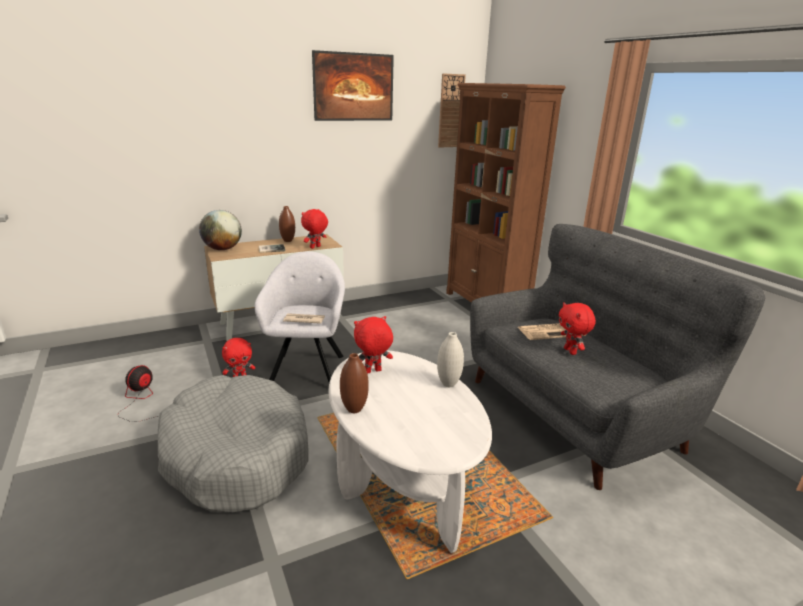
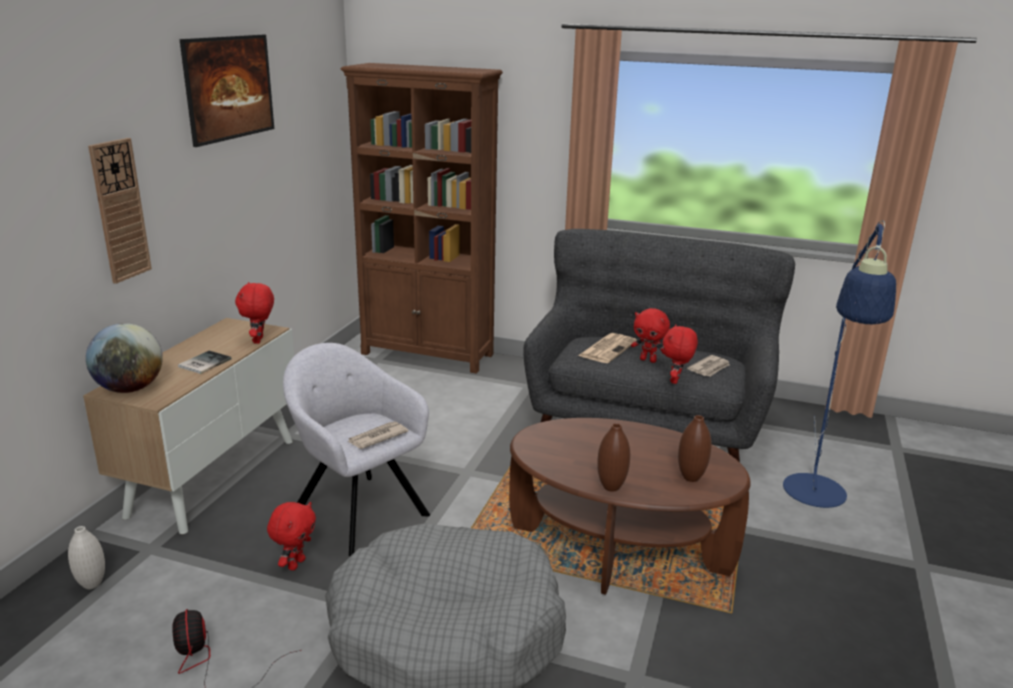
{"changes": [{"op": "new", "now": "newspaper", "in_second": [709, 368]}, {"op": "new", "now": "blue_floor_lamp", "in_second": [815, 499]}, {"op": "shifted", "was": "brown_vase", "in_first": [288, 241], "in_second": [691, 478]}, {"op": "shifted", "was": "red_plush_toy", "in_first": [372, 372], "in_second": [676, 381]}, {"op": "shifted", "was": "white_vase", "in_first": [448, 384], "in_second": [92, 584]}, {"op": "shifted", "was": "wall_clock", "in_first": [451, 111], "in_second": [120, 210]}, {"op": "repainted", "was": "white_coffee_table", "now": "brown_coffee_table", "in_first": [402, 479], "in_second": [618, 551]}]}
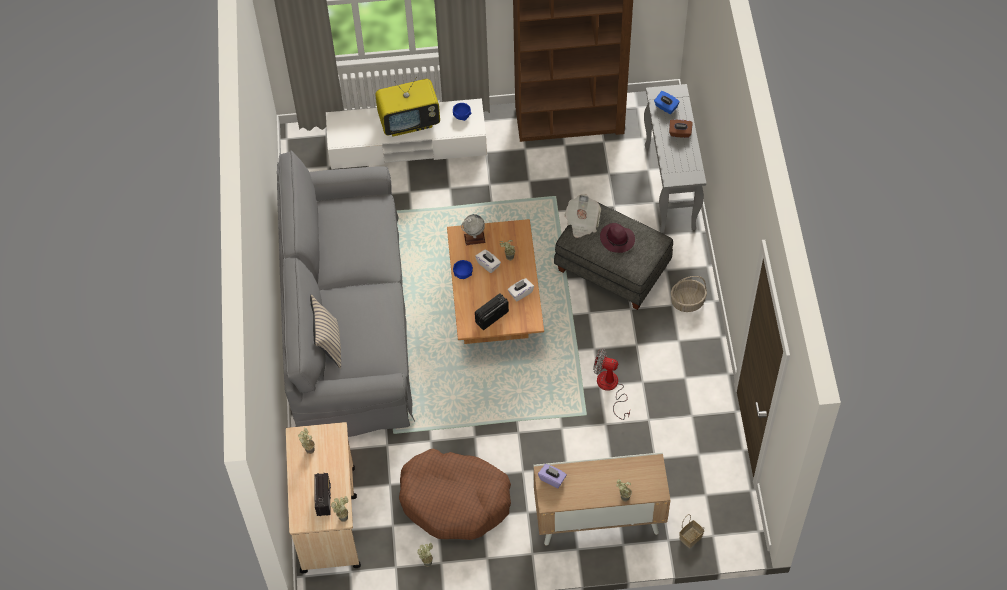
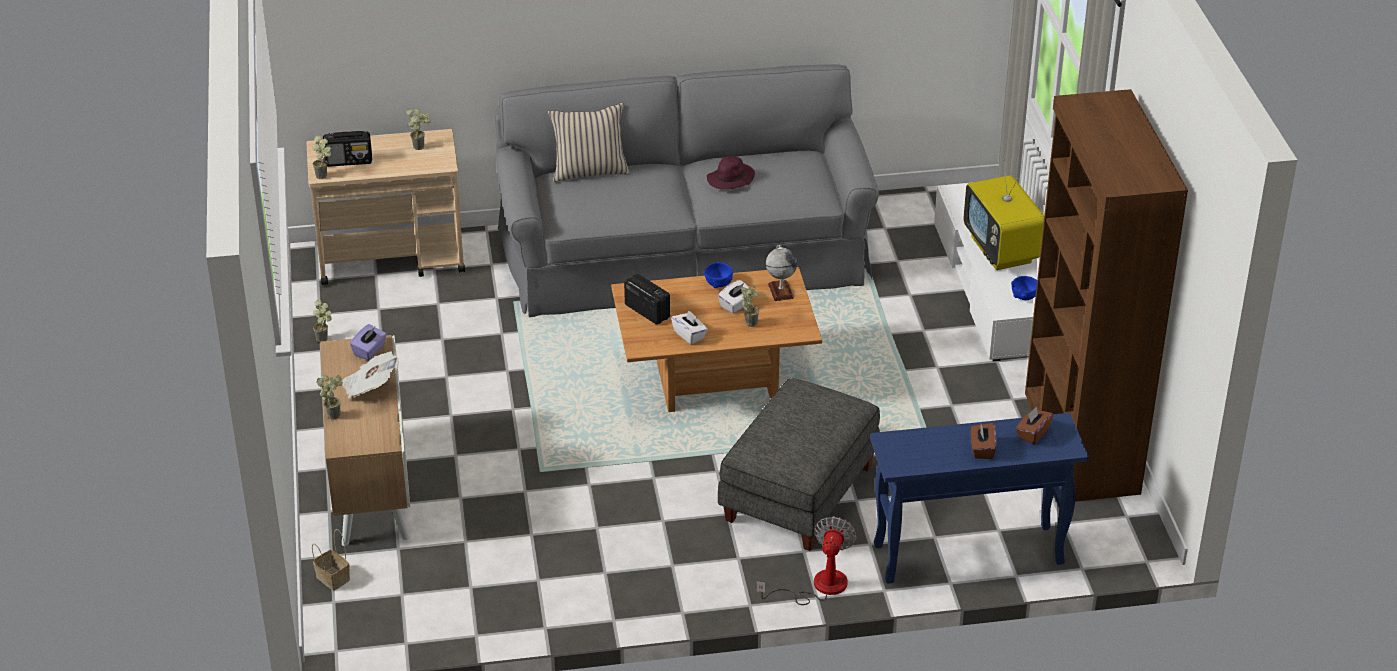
{"changes": [{"op": "gone", "was": "brown_dog_bed", "in_first": [455, 500]}, {"op": "gone", "was": "basket", "in_first": [687, 302]}, {"op": "shifted", "was": "newspaper", "in_first": [582, 222], "in_second": [370, 387]}, {"op": "shifted", "was": "fan", "in_first": [610, 388], "in_second": [818, 586]}, {"op": "shifted", "was": "purple_hat", "in_first": [617, 239], "in_second": [730, 180]}, {"op": "repainted", "was": "grey_console_table", "now": "blue_console_table", "in_first": [670, 188], "in_second": [966, 555]}, {"op": "repainted", "was": "blue_tissue_box", "now": "brown_tissue_box", "in_first": [666, 107], "in_second": [1032, 434]}]}
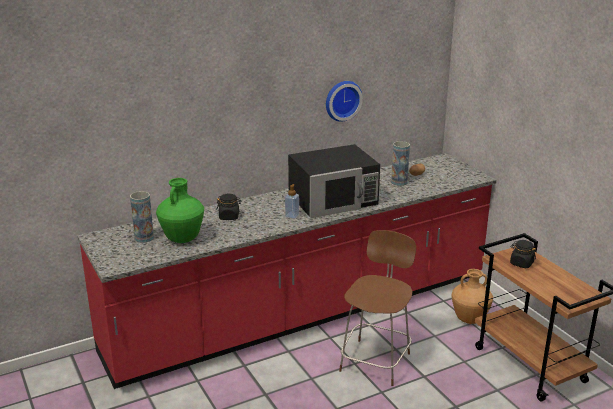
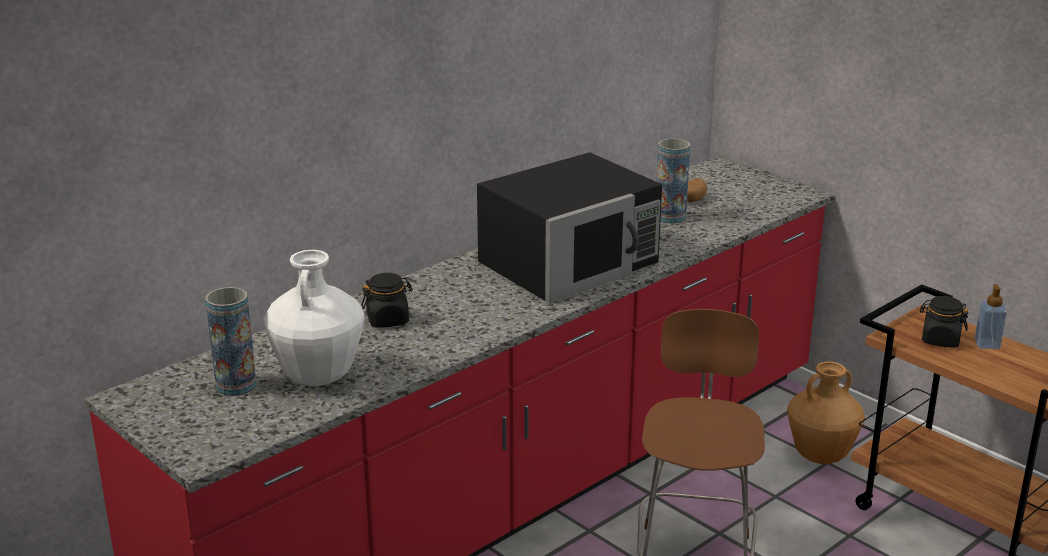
{"changes": [{"op": "gone", "was": "wall_clock", "in_first": [342, 100]}, {"op": "shifted", "was": "soap_dispenser", "in_first": [292, 215], "in_second": [987, 344]}, {"op": "repainted", "was": "green_vase", "now": "white_vase", "in_first": [182, 239], "in_second": [318, 377]}]}
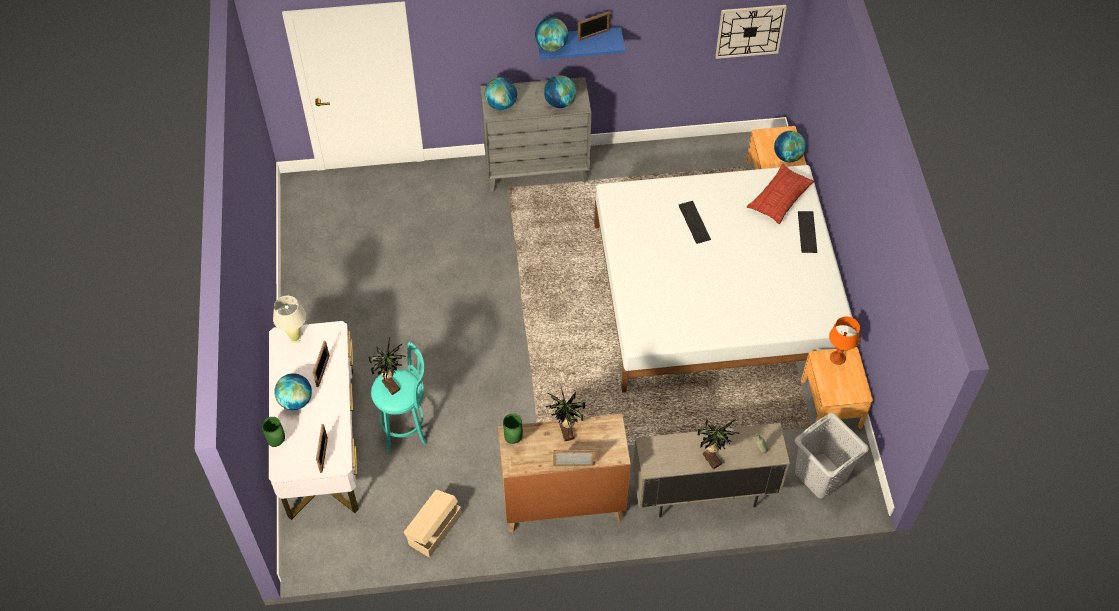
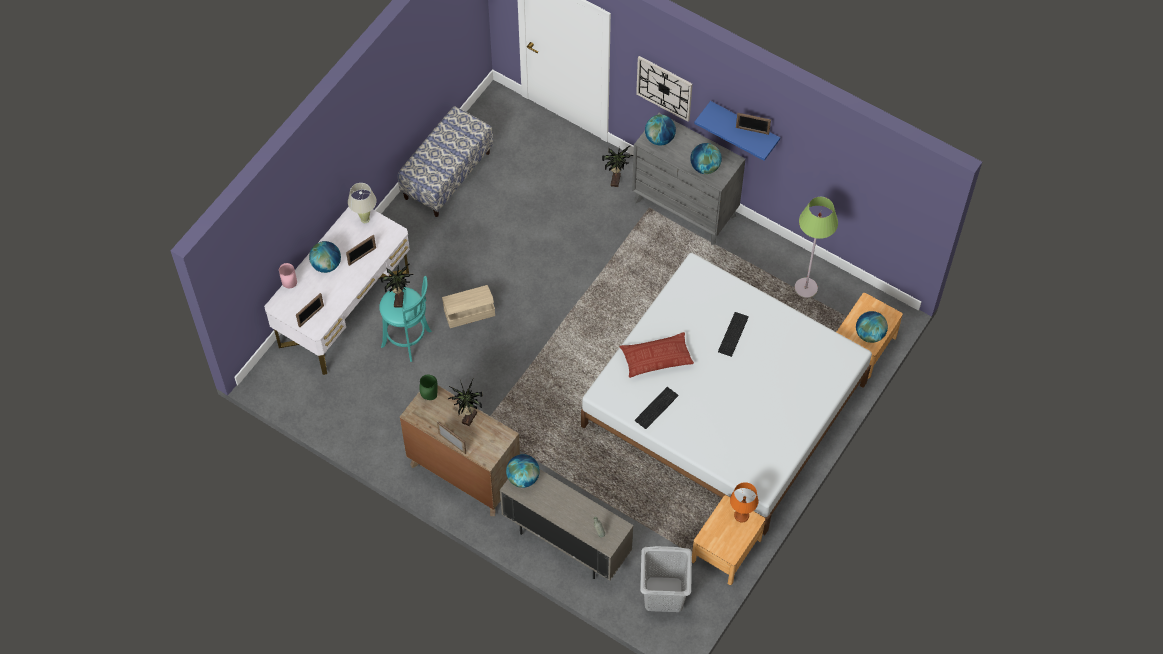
{"changes": [{"op": "new", "now": "bench", "in_second": [447, 175]}, {"op": "new", "now": "green_floor_lamp", "in_second": [806, 288]}, {"op": "shifted", "was": "beige_storage_box", "in_first": [434, 529], "in_second": [468, 312]}, {"op": "shifted", "was": "globe", "in_first": [551, 46], "in_second": [523, 478]}, {"op": "shifted", "was": "potted_plant", "in_first": [712, 458], "in_second": [616, 180]}, {"op": "shifted", "was": "wall_clock", "in_first": [750, 31], "in_second": [664, 88]}, {"op": "shifted", "was": "pillow", "in_first": [779, 197], "in_second": [656, 357]}, {"op": "shifted", "was": "keyboard", "in_first": [808, 232], "in_second": [657, 409]}, {"op": "repainted", "was": "green_vase", "now": "pink_vase", "in_first": [276, 442], "in_second": [289, 285]}]}
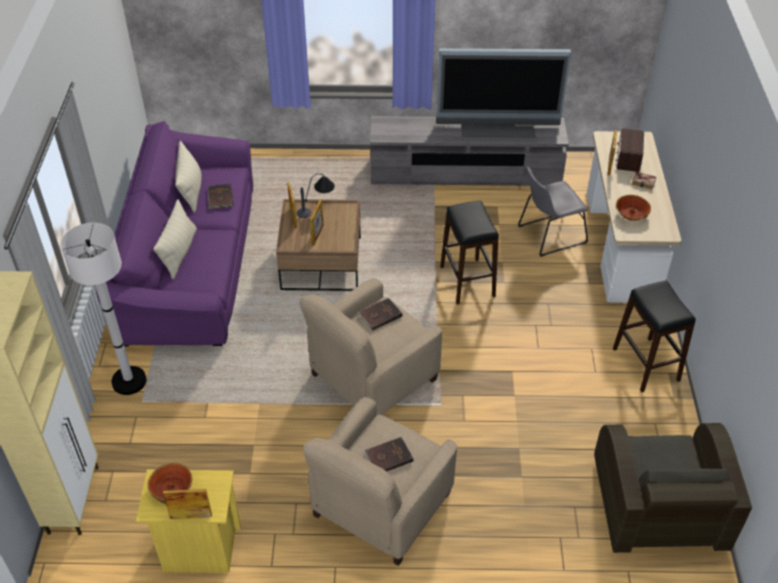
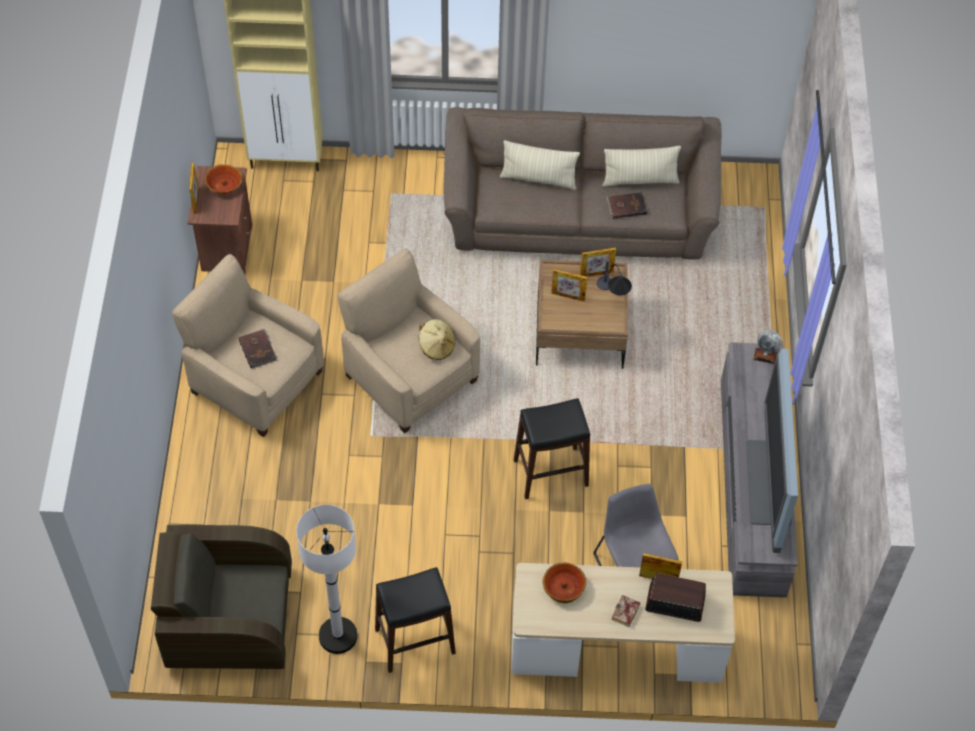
{"changes": [{"op": "new", "now": "globe", "in_second": [765, 356]}, {"op": "shifted", "was": "white_floor_lamp", "in_first": [129, 381], "in_second": [338, 636]}, {"op": "swapped", "was": "brown_book", "now": "beige_hat", "in_first": [379, 315], "in_second": [436, 346]}, {"op": "repainted", "was": "purple_sofa", "now": "brown_sofa", "in_first": [190, 263], "in_second": [578, 214]}, {"op": "repainted", "was": "yellow_nightstand", "now": "brown_nightstand", "in_first": [199, 550], "in_second": [226, 249]}]}
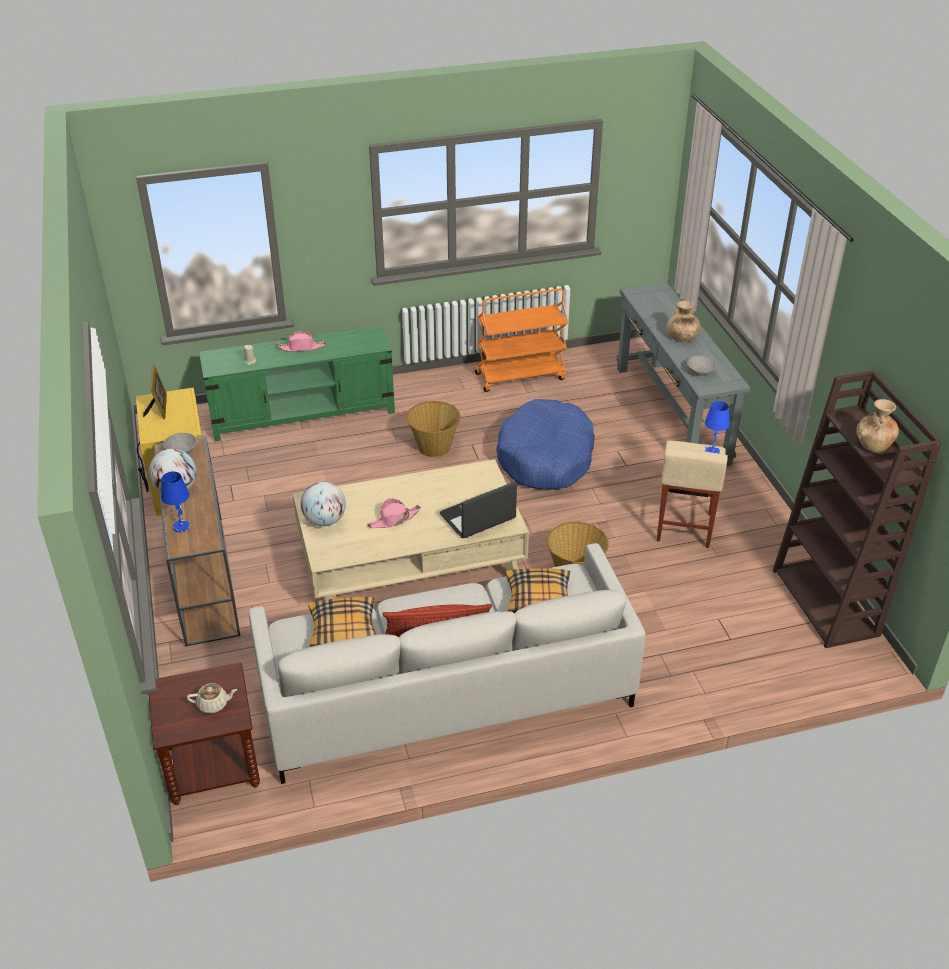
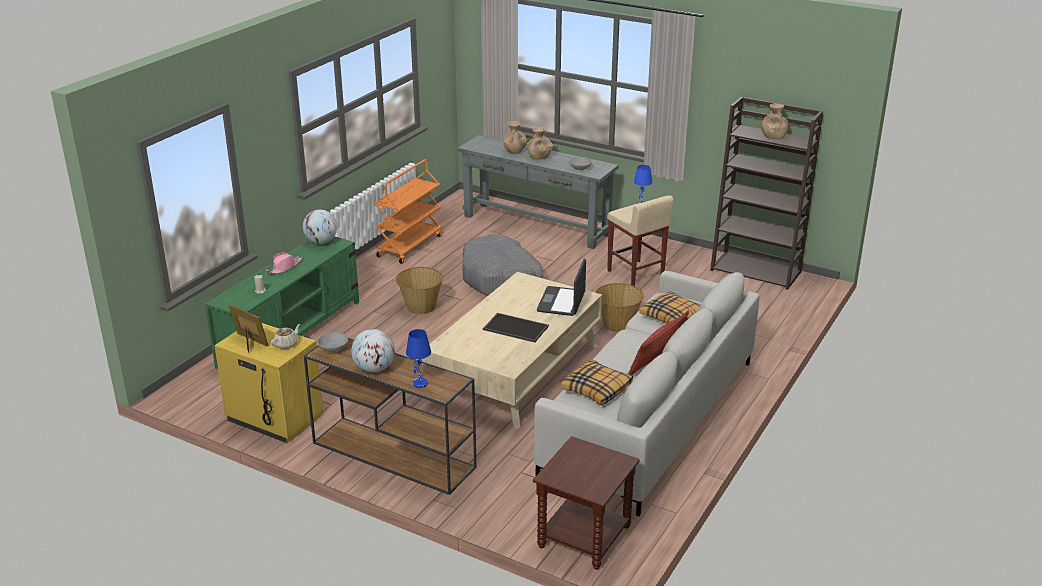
{"changes": [{"op": "new", "now": "brown_vase", "in_second": [514, 151]}, {"op": "shifted", "was": "beige_teapot", "in_first": [213, 704], "in_second": [286, 344]}, {"op": "shifted", "was": "globe", "in_first": [325, 521], "in_second": [321, 242]}, {"op": "swapped", "was": "pink_hat", "now": "tray", "in_first": [394, 519], "in_second": [514, 328]}, {"op": "repainted", "was": "blue_dog_bed", "now": "grey_dog_bed", "in_first": [545, 458], "in_second": [502, 279]}]}
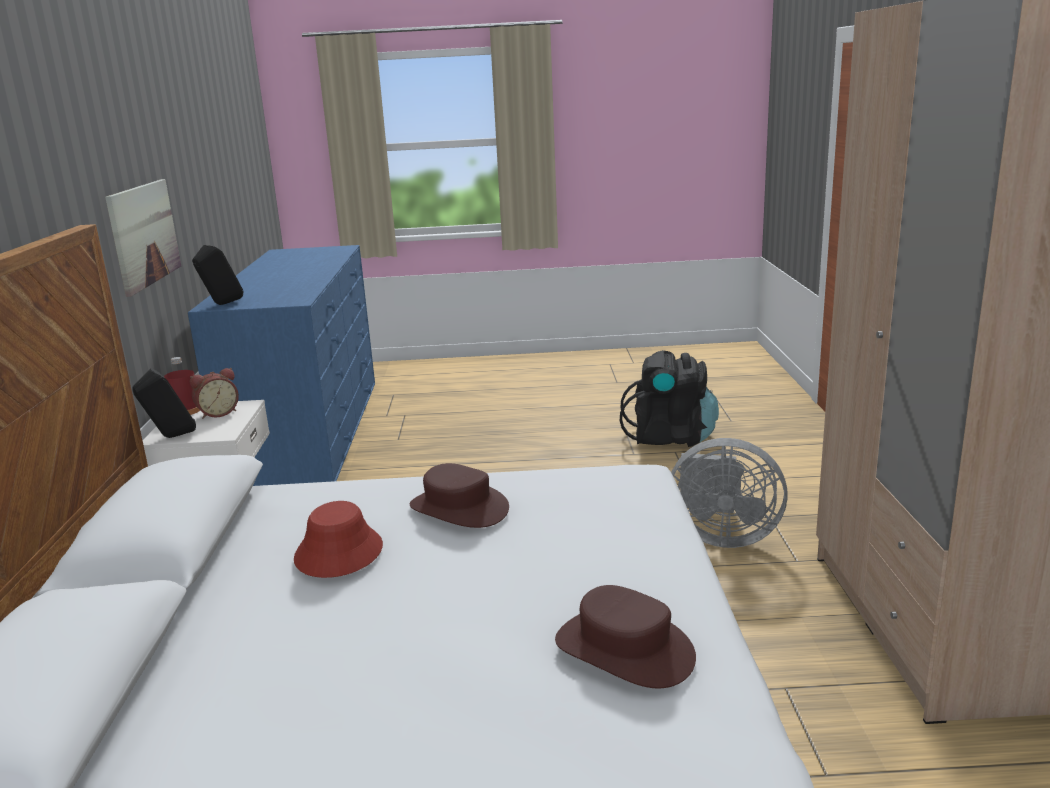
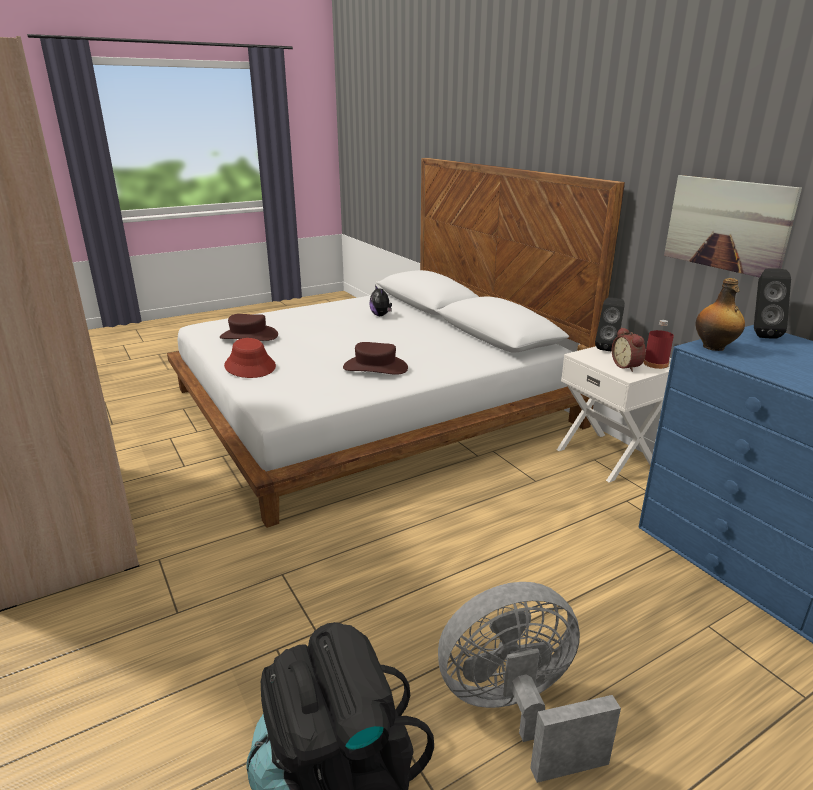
{"changes": [{"op": "new", "now": "plush_toy", "in_second": [381, 315]}, {"op": "new", "now": "bottle", "in_second": [714, 347]}, {"op": "shifted", "was": "red_hat", "in_first": [338, 553], "in_second": [250, 366]}, {"op": "shifted", "was": "grey_fan", "in_first": [721, 536], "in_second": [516, 712]}, {"op": "rotated", "was": "alarm_clock", "in_first": [218, 413], "in_second": [627, 366], "clockwise": -45}]}
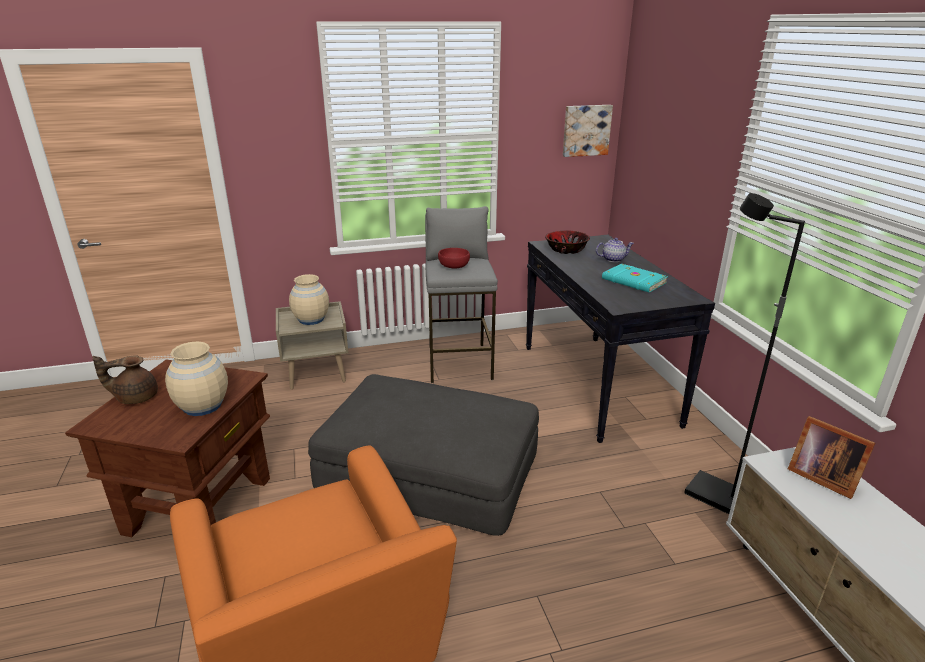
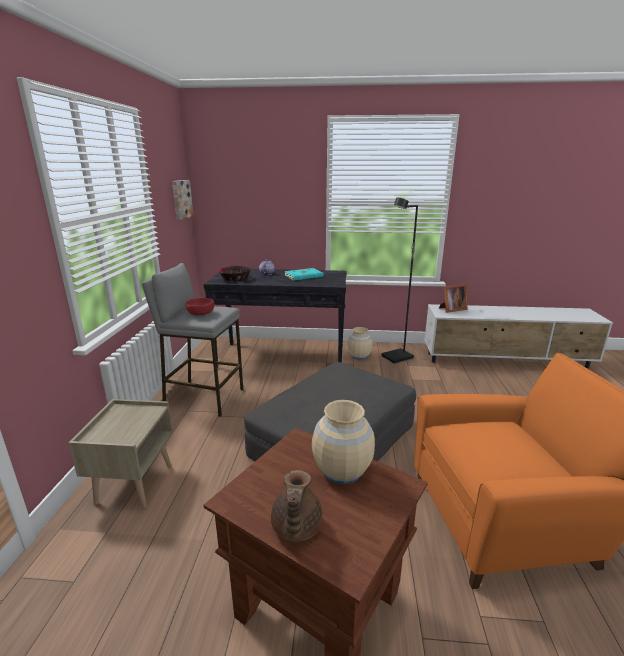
{"changes": [{"op": "shifted", "was": "beige_vase", "in_first": [311, 319], "in_second": [359, 356]}]}
